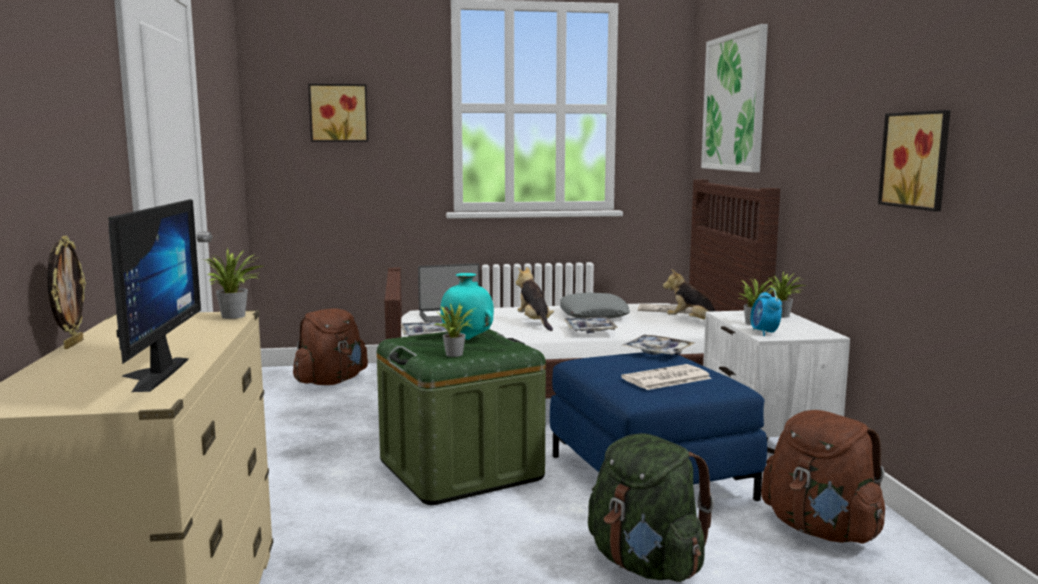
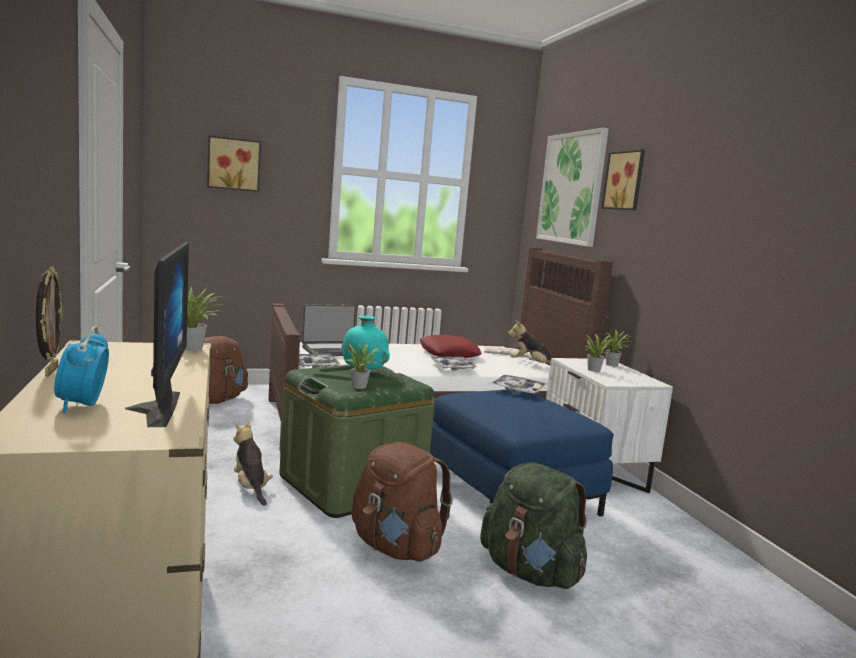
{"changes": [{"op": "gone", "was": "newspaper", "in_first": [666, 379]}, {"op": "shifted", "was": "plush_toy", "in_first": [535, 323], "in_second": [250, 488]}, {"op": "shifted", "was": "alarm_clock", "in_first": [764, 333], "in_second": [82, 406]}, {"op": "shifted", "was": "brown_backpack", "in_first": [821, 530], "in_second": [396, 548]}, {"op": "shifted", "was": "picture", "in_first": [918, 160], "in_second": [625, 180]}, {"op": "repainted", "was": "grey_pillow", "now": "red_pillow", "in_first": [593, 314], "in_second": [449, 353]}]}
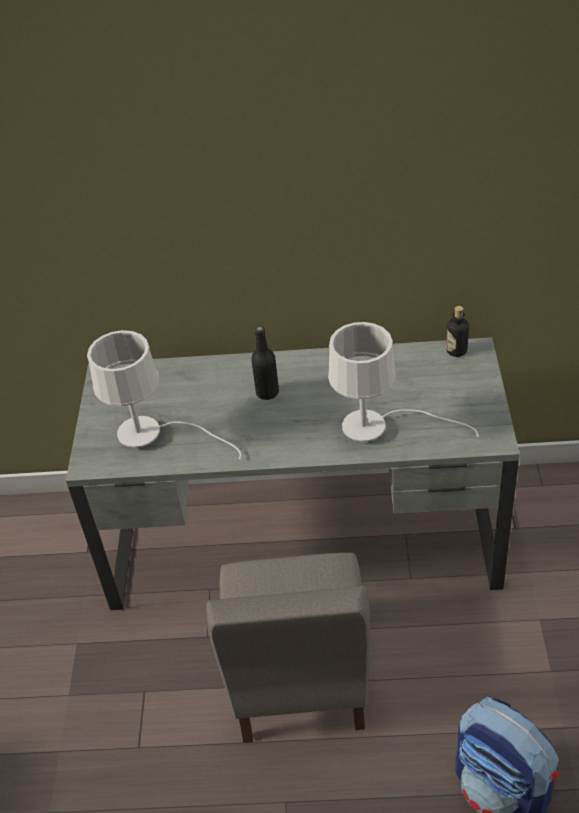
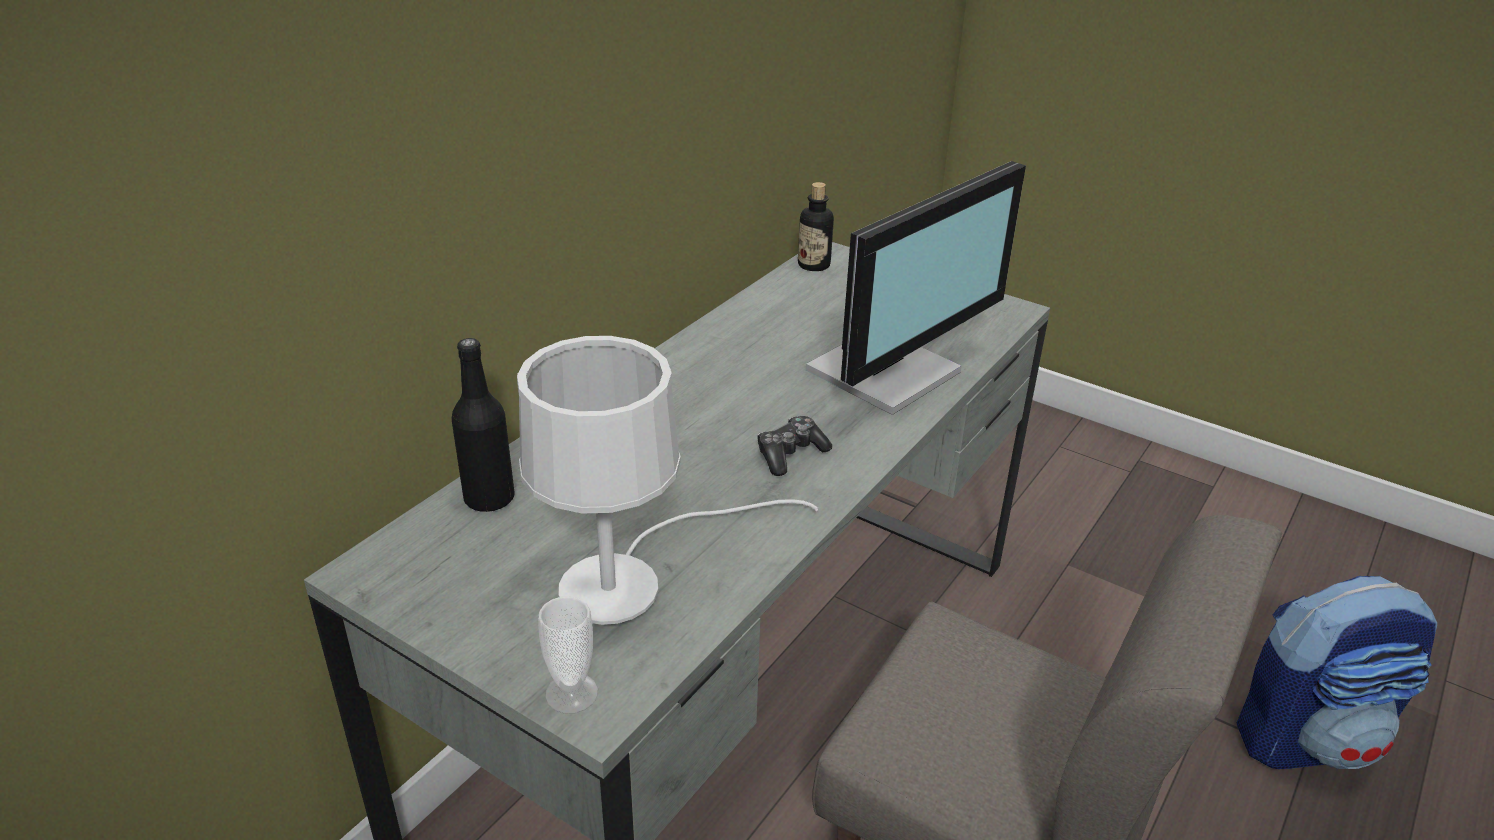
{"changes": [{"op": "new", "now": "cup", "in_second": [571, 693]}, {"op": "new", "now": "game_controller", "in_second": [790, 454]}, {"op": "shifted", "was": "black_bottle", "in_first": [267, 393], "in_second": [489, 498]}, {"op": "swapped", "was": "white_table_lamp", "now": "monitor", "in_first": [377, 428], "in_second": [890, 373]}]}
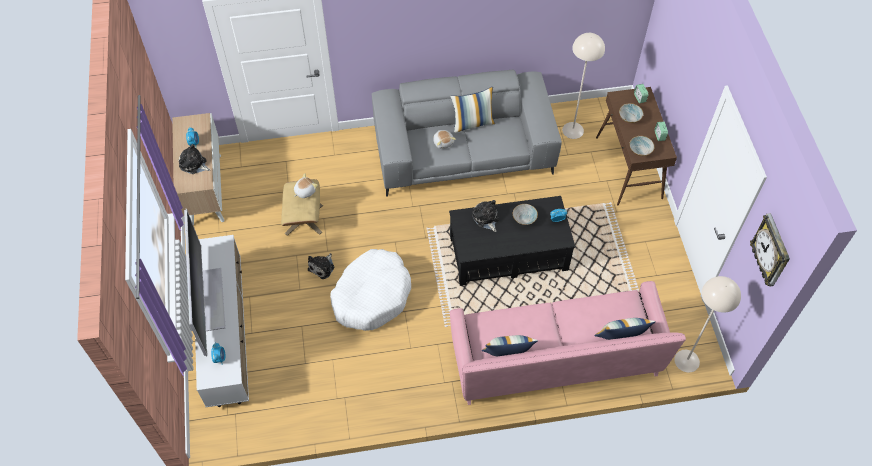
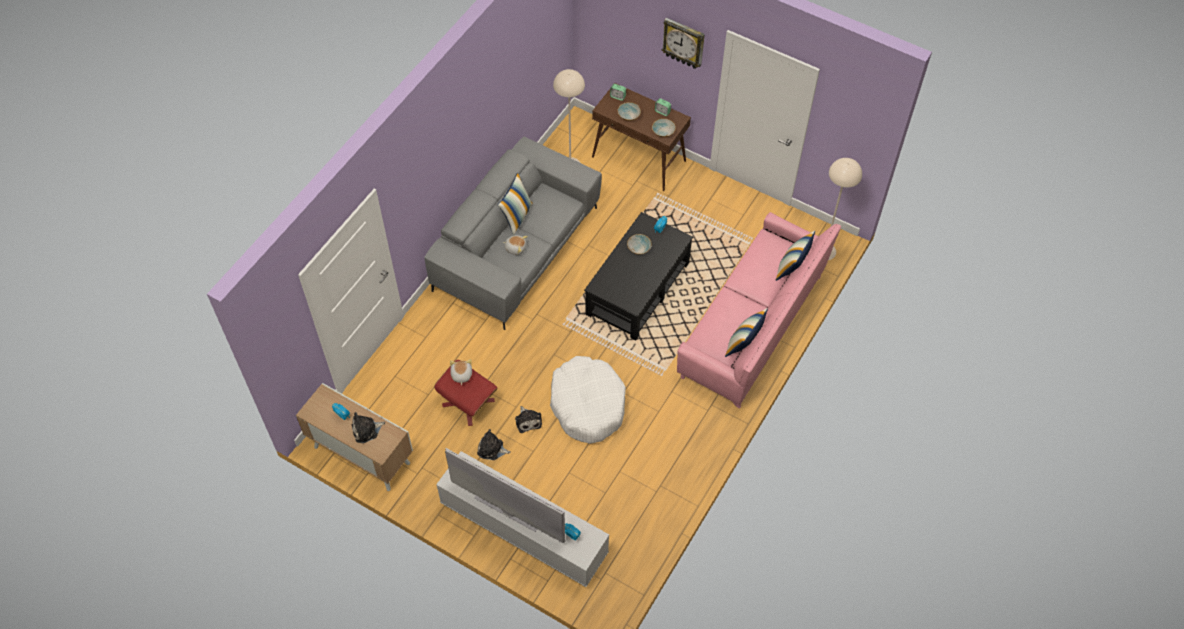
{"changes": [{"op": "shifted", "was": "plush_toy", "in_first": [486, 218], "in_second": [492, 449]}, {"op": "shifted", "was": "wall_clock", "in_first": [771, 251], "in_second": [684, 43]}, {"op": "repainted", "was": "beige_ottoman", "now": "red_ottoman", "in_first": [304, 219], "in_second": [468, 402]}]}
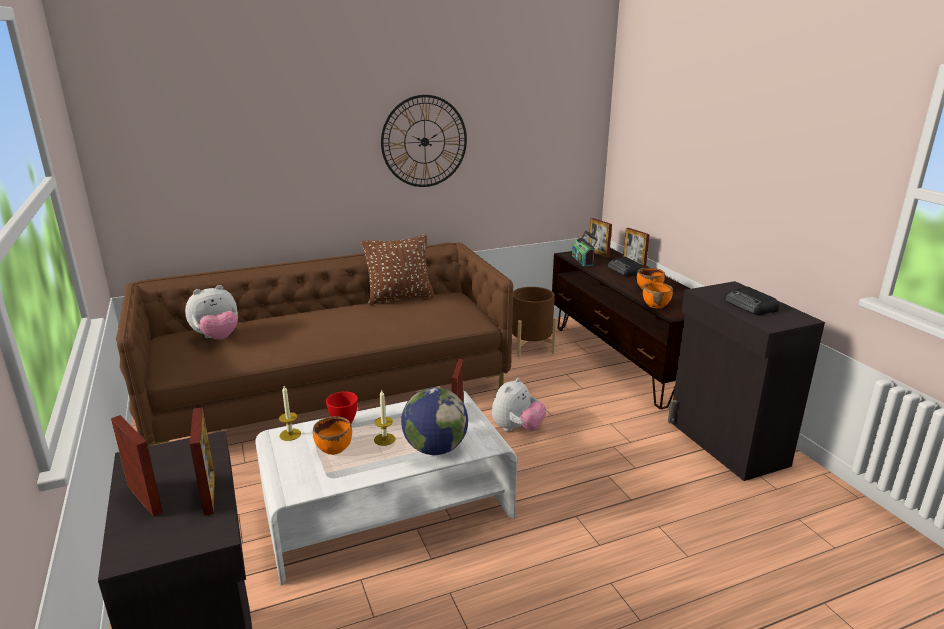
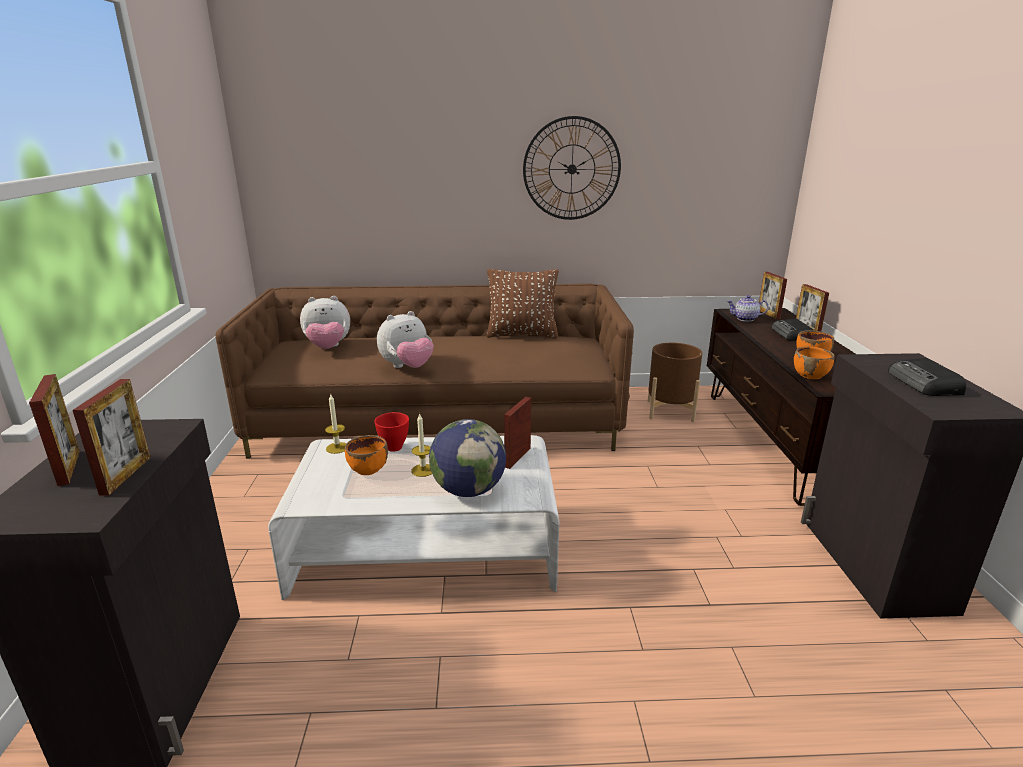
{"changes": [{"op": "shifted", "was": "plush_toy", "in_first": [517, 429], "in_second": [407, 367]}, {"op": "swapped", "was": "radio", "now": "teapot", "in_first": [583, 260], "in_second": [745, 319]}]}
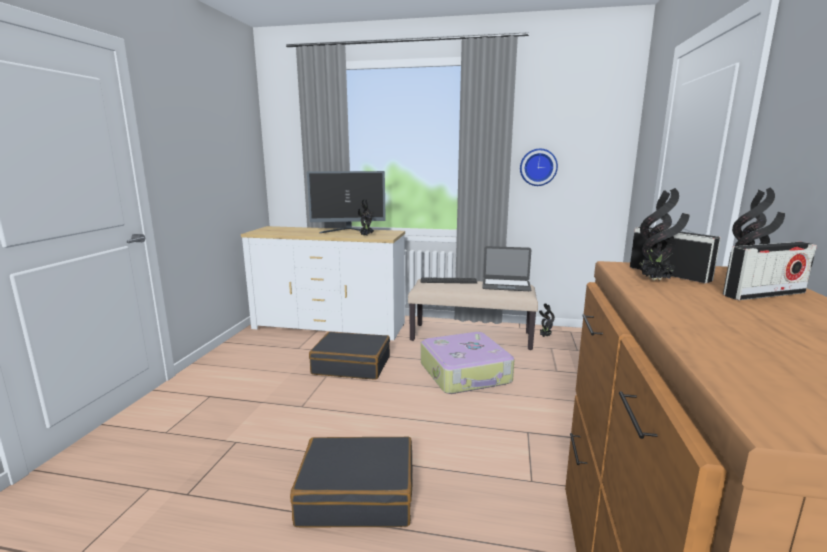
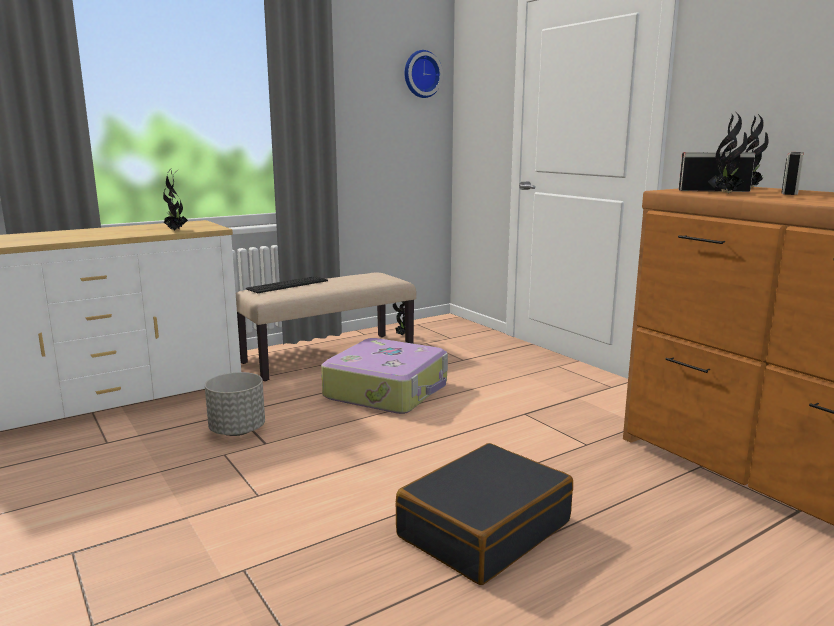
{"changes": [{"op": "gone", "was": "monitor", "in_first": [348, 231]}, {"op": "gone", "was": "laptop", "in_first": [506, 285]}, {"op": "shifted", "was": "wall_clock", "in_first": [538, 167], "in_second": [421, 74]}, {"op": "swapped", "was": "black_suitcase", "now": "grey_planter", "in_first": [352, 365], "in_second": [237, 431]}]}
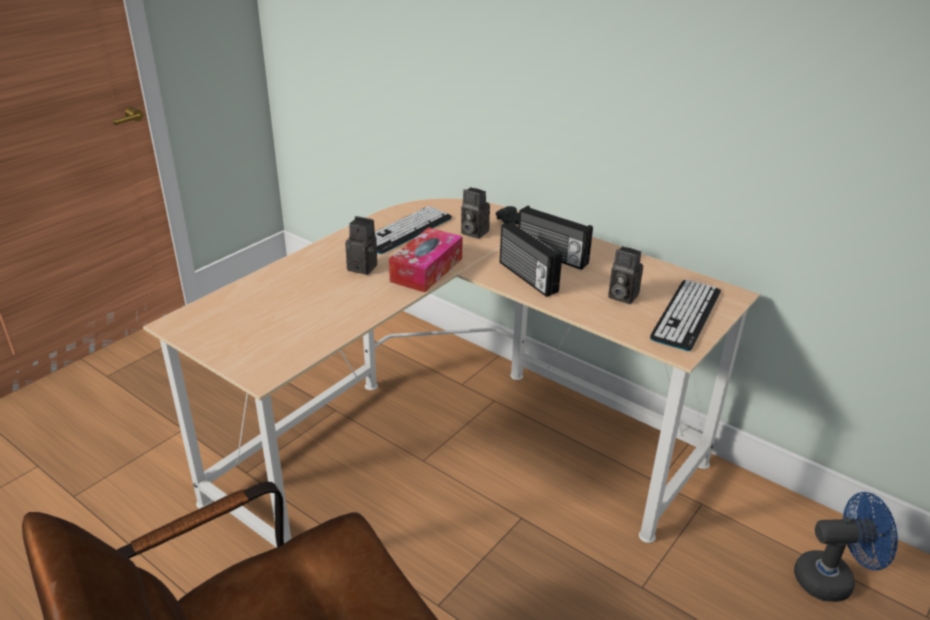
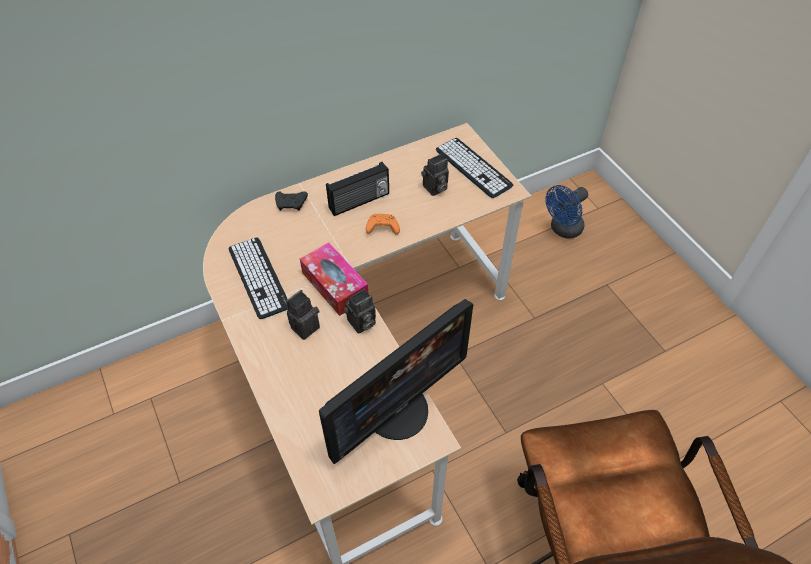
{"changes": [{"op": "new", "now": "monitor", "in_second": [397, 410]}, {"op": "shifted", "was": "photo_camera", "in_first": [472, 232], "in_second": [361, 324]}, {"op": "swapped", "was": "radio", "now": "orange_game_controller", "in_first": [526, 277], "in_second": [382, 228]}, {"op": "rotated", "was": "blue_fan", "in_first": [832, 579], "in_second": [563, 230], "clockwise": -150}]}
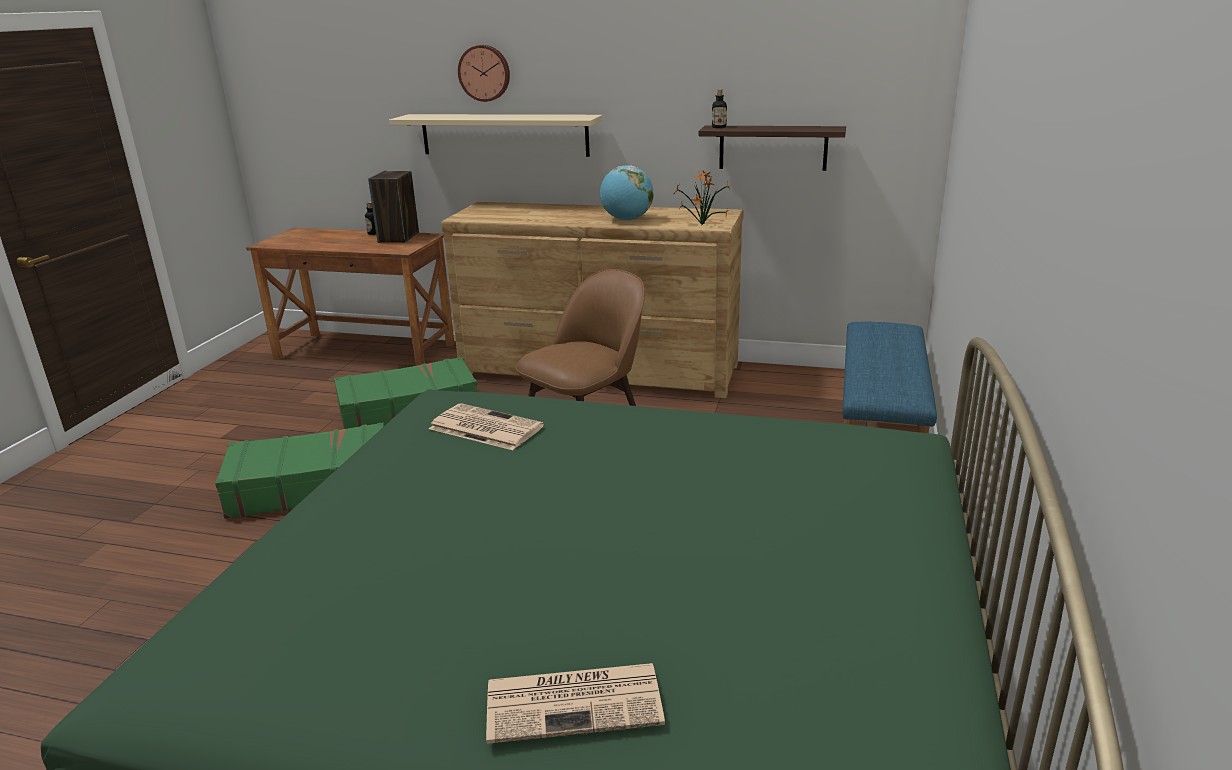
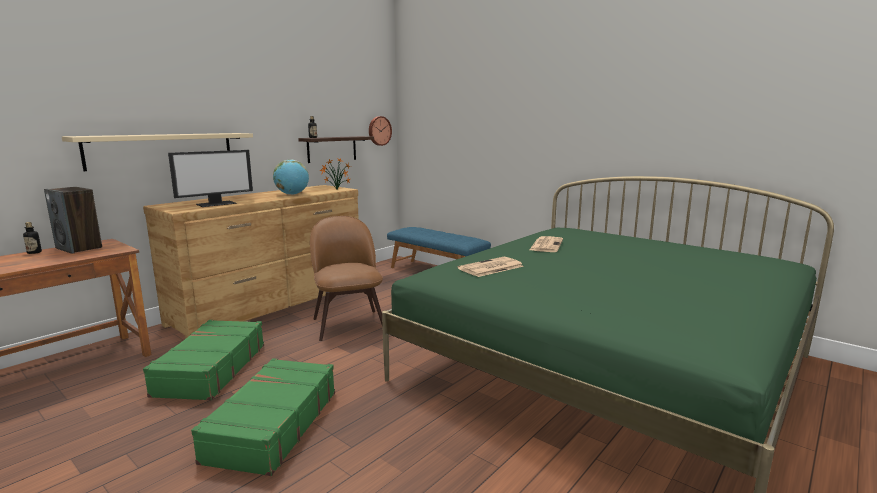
{"changes": [{"op": "new", "now": "monitor", "in_second": [216, 204]}, {"op": "shifted", "was": "wall_clock", "in_first": [485, 73], "in_second": [379, 131]}, {"op": "shifted", "was": "newspaper", "in_first": [576, 701], "in_second": [546, 245]}]}
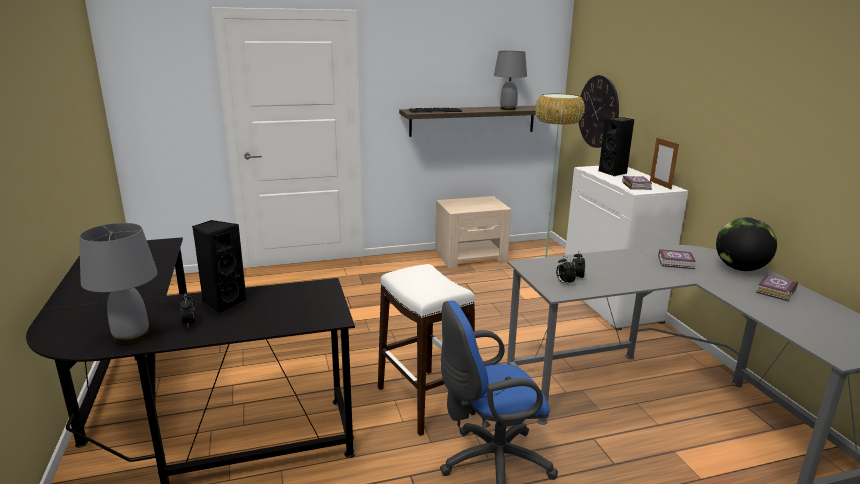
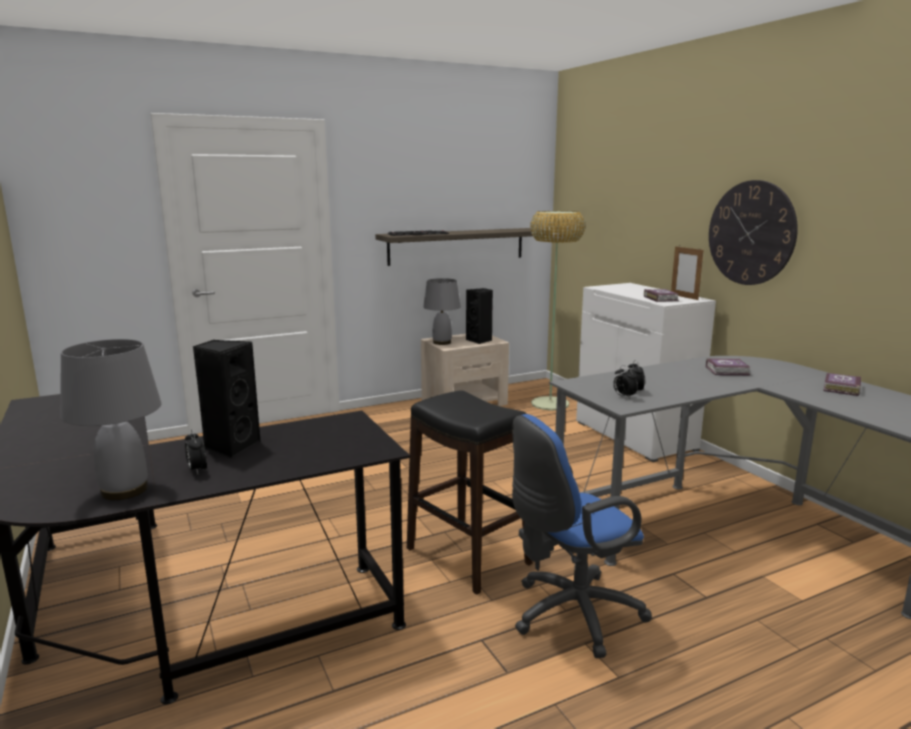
{"changes": [{"op": "gone", "was": "globe", "in_first": [740, 268]}, {"op": "shifted", "was": "grey_table_lamp", "in_first": [508, 109], "in_second": [442, 342]}, {"op": "shifted", "was": "wall_clock", "in_first": [598, 111], "in_second": [751, 233]}, {"op": "shifted", "was": "black_speaker", "in_first": [613, 173], "in_second": [480, 340]}, {"op": "repainted", "was": "white_stool", "now": "black_stool", "in_first": [425, 401], "in_second": [468, 556]}]}
